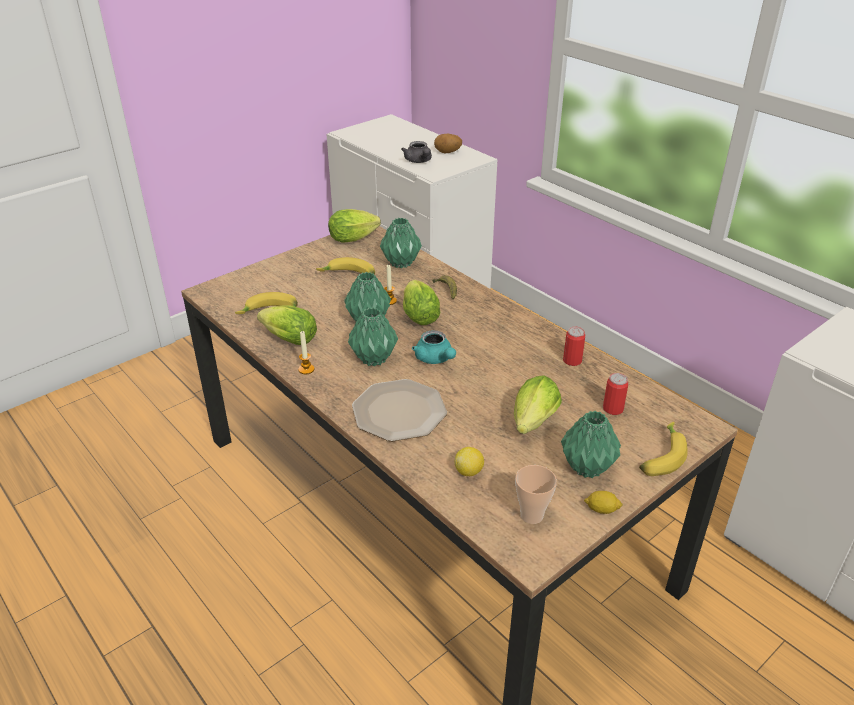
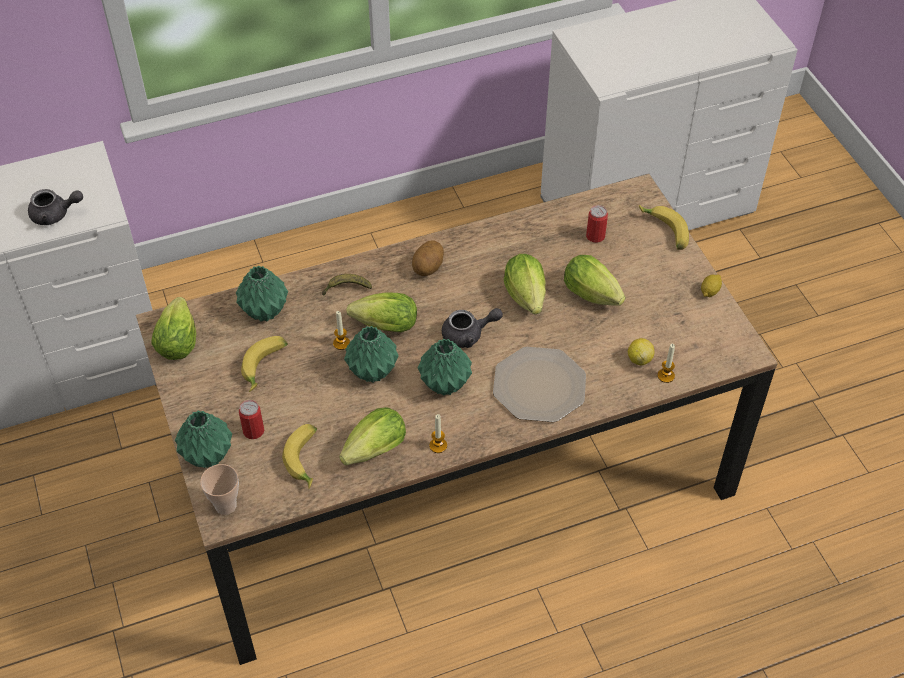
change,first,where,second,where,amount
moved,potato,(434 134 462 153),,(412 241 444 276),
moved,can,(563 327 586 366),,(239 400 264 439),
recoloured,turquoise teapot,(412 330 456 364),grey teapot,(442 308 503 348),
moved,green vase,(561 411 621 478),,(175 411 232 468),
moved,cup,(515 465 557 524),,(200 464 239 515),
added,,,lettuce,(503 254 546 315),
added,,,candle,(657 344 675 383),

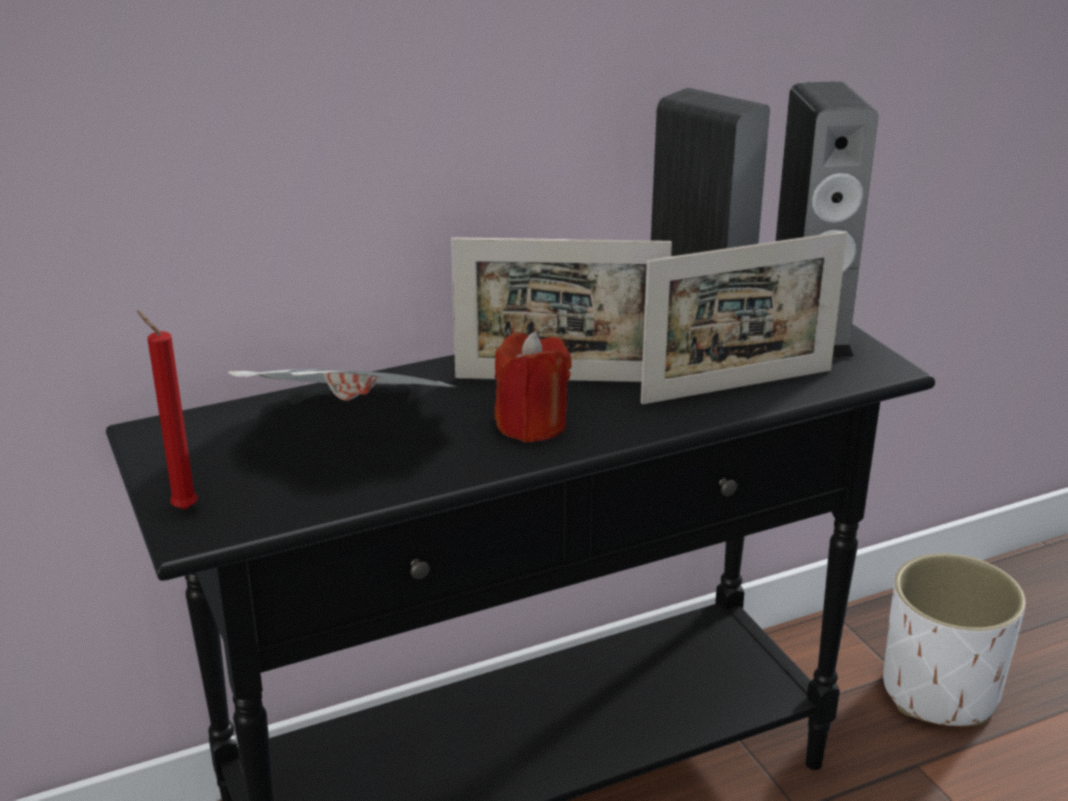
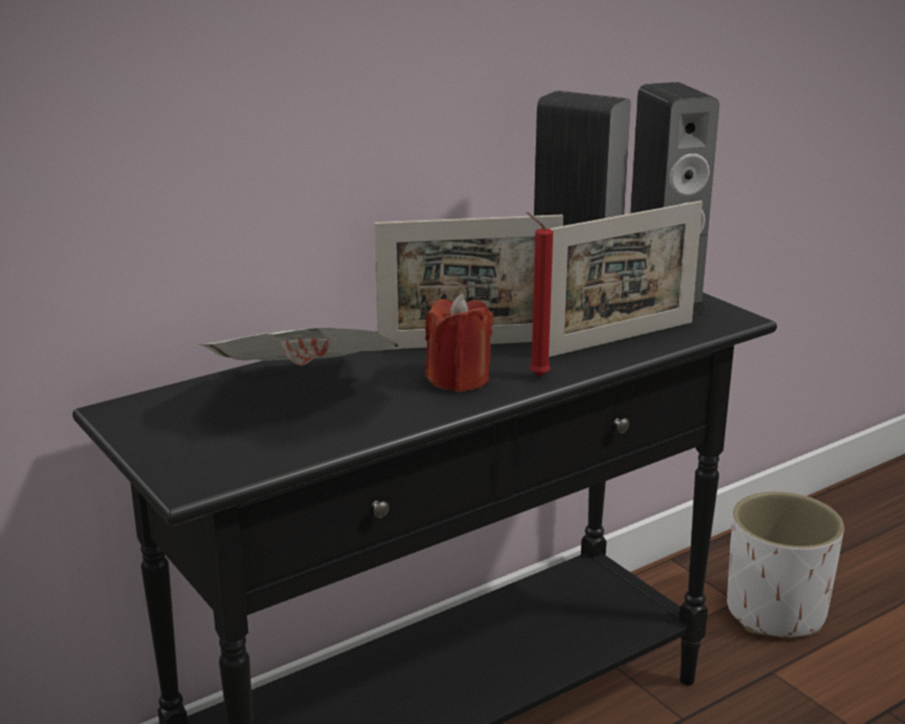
change,first,where,second,where,amount
moved,red candle,(137 310 198 510),,(526 212 553 377),

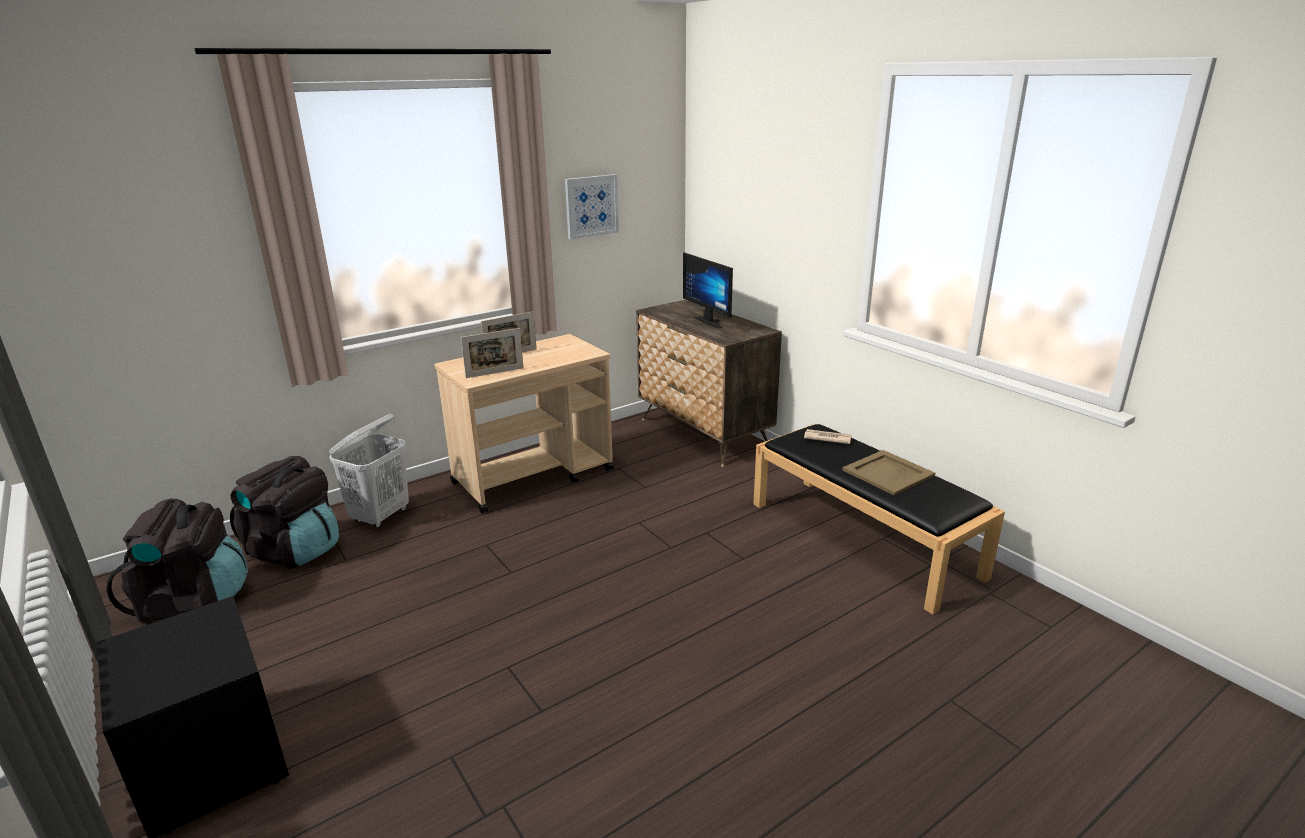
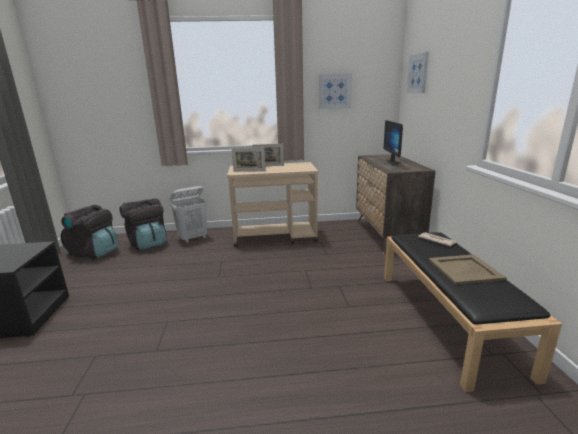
change,first,where,second,where,amount
added,,,picture,(407 52 429 93),

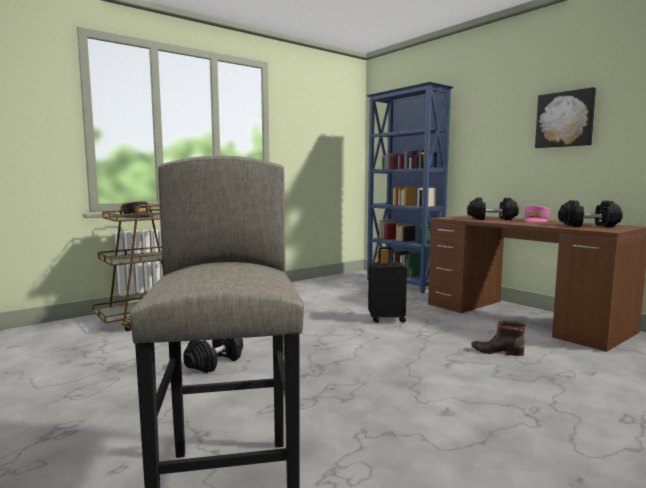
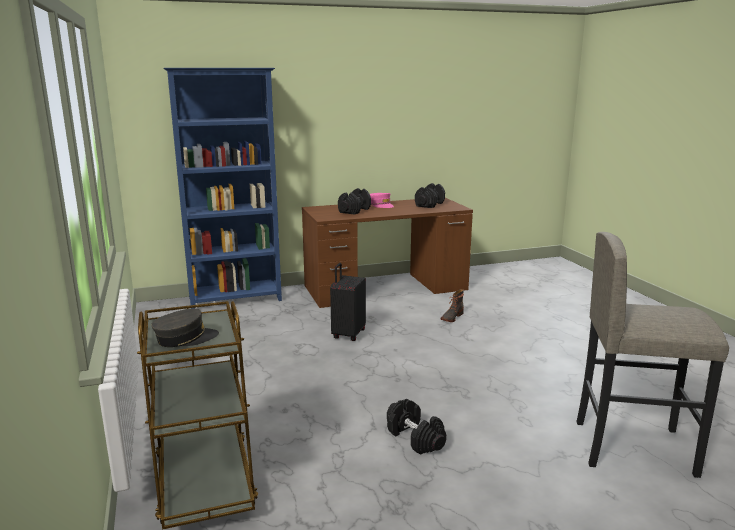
change,first,where,second,where,amount
removed,picture,(535 87 596 148),,,

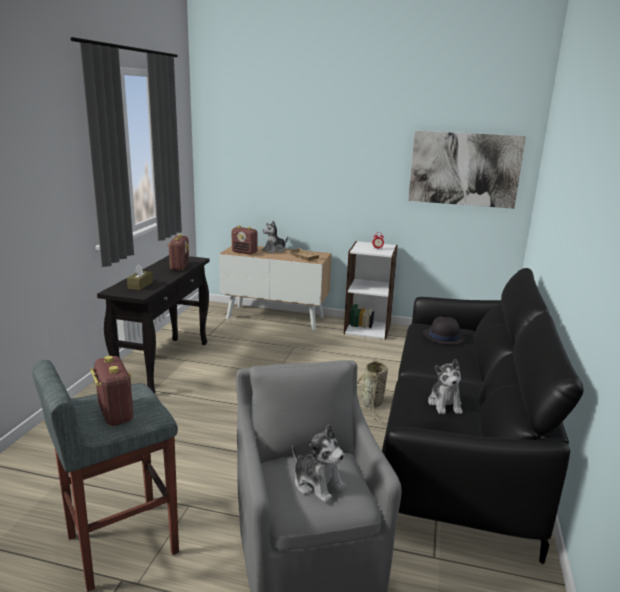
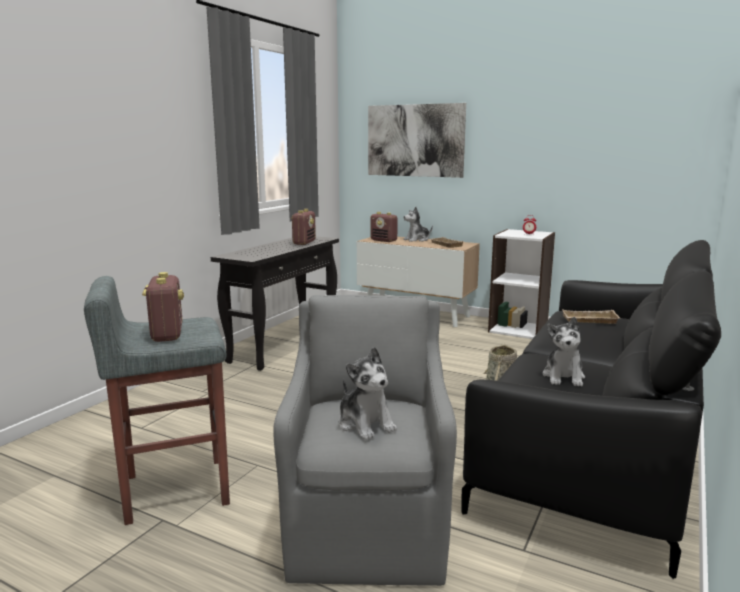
change,first,where,second,where,amount
moved,picture,(408 131 526 209),,(368 103 466 178),
removed,brown tissue box,(127 264 153 290),,,
replaced,black hat,(423 317 465 345),beige tray,(563 310 620 324),

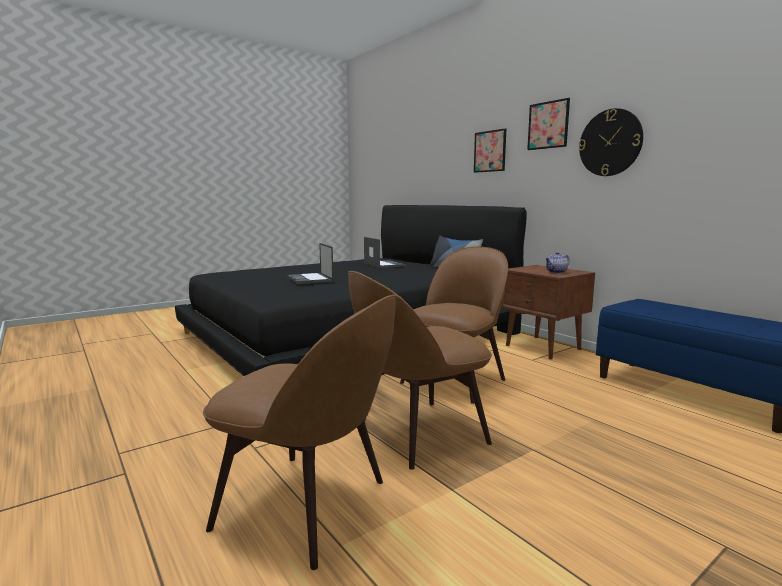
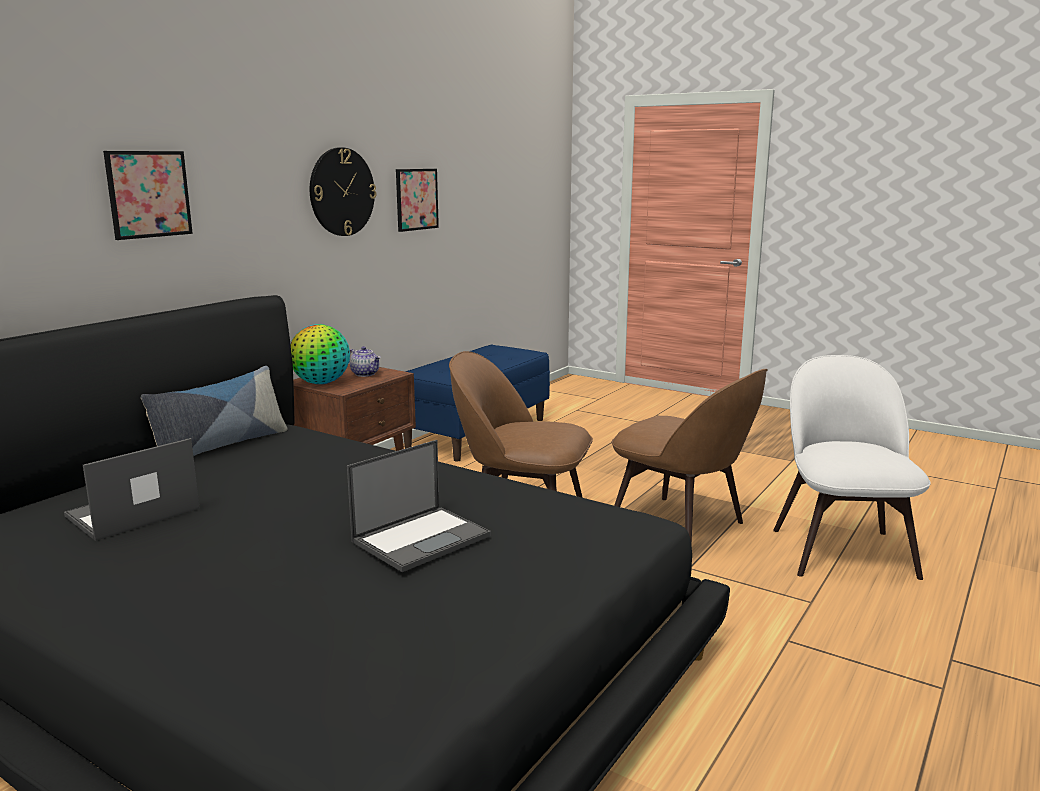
change,first,where,second,where,amount
moved,picture,(527 98 570 150),,(396 169 439 232),
recoloured,brown chair,(203 295 397 570),white chair,(773 355 931 580),
added,,,globe,(290 324 350 384),

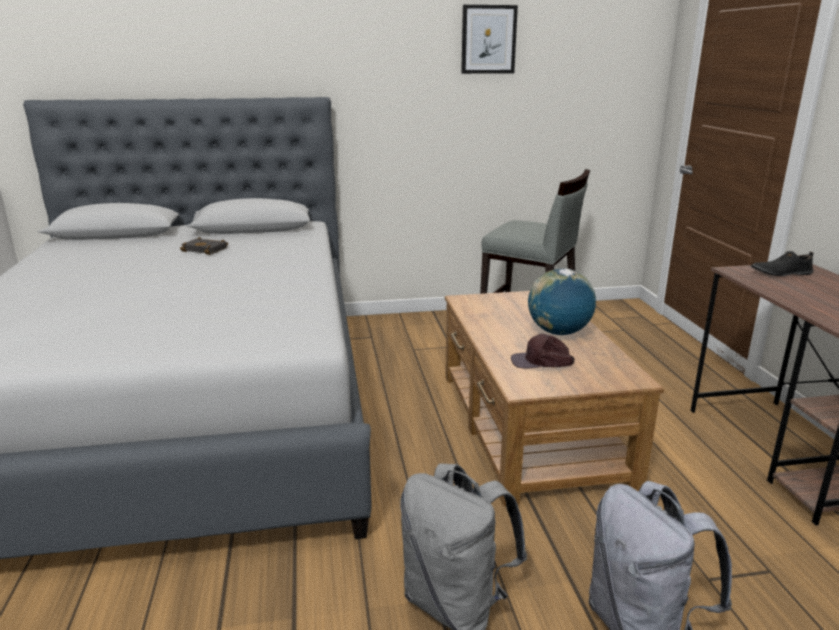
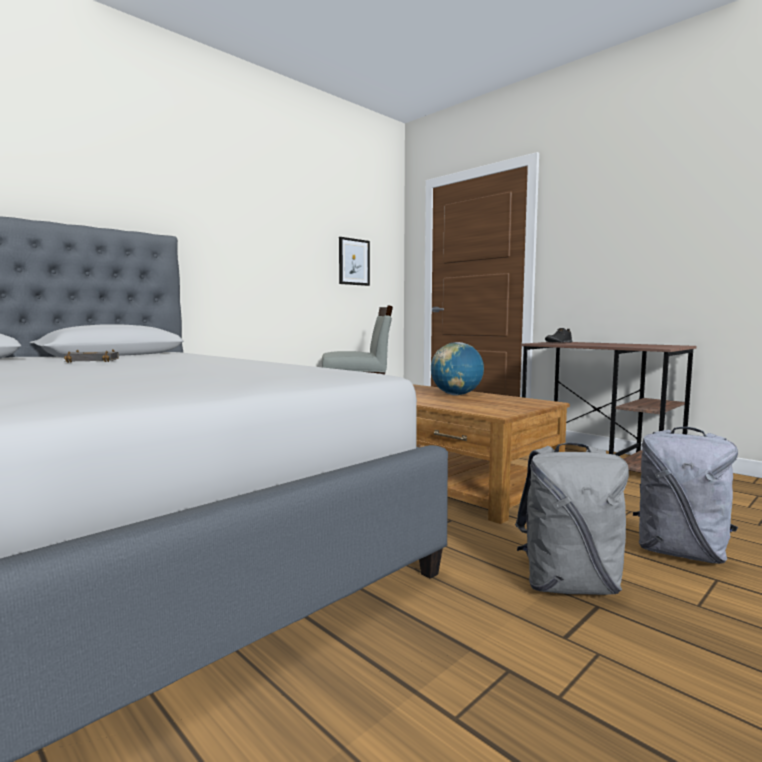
change,first,where,second,where,amount
moved,picture,(461 5 518 74),,(339 237 370 286),
removed,brown cap,(511 334 575 369),,,

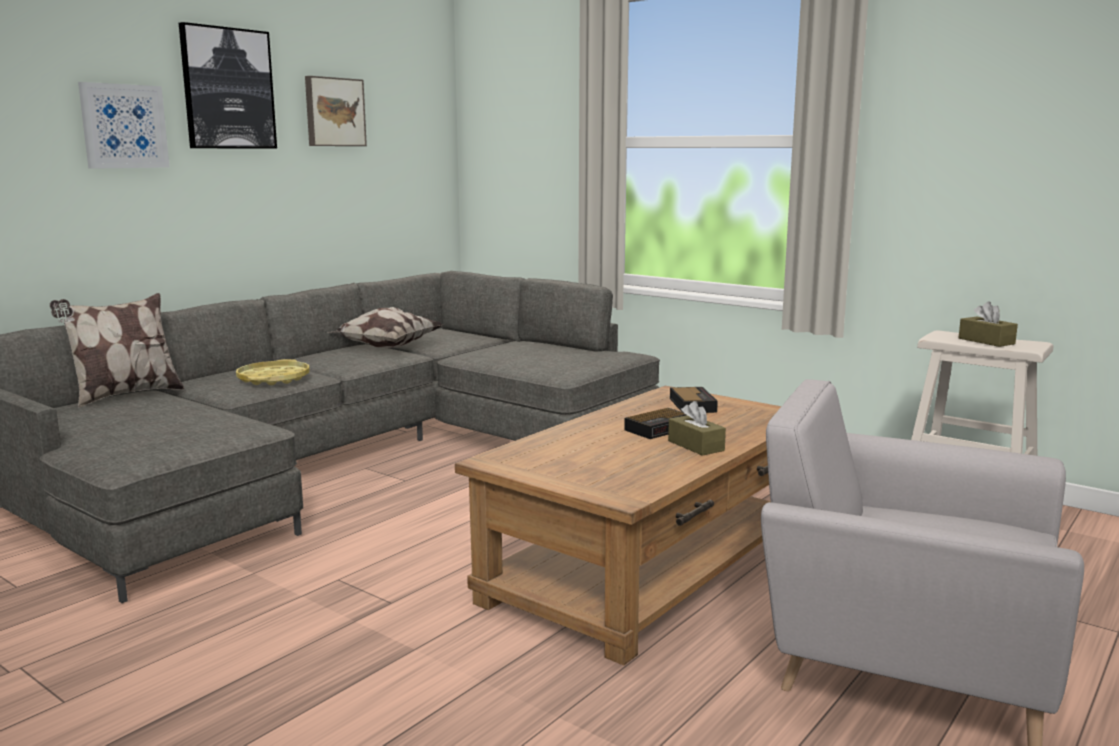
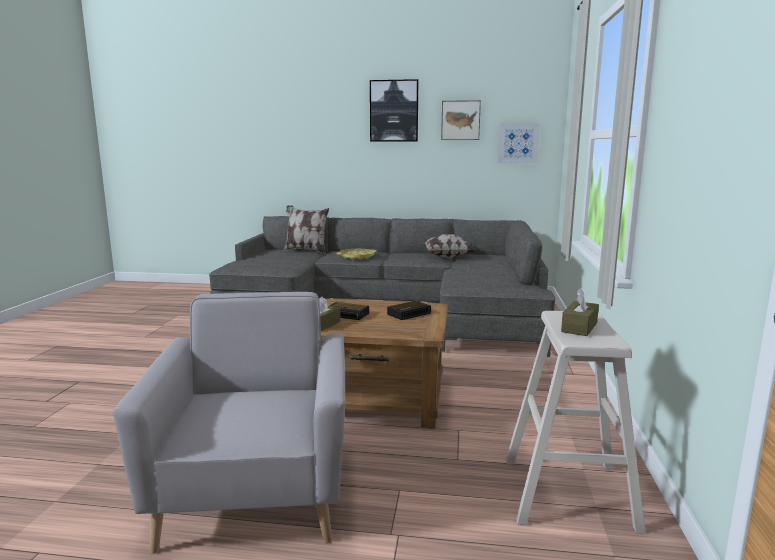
change,first,where,second,where,amount
moved,picture,(78 82 170 169),,(498 123 540 163),

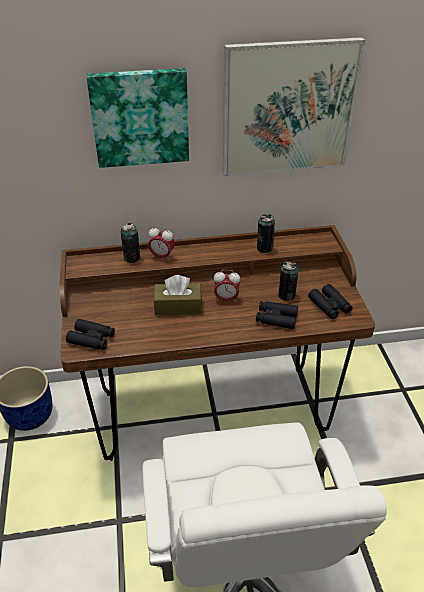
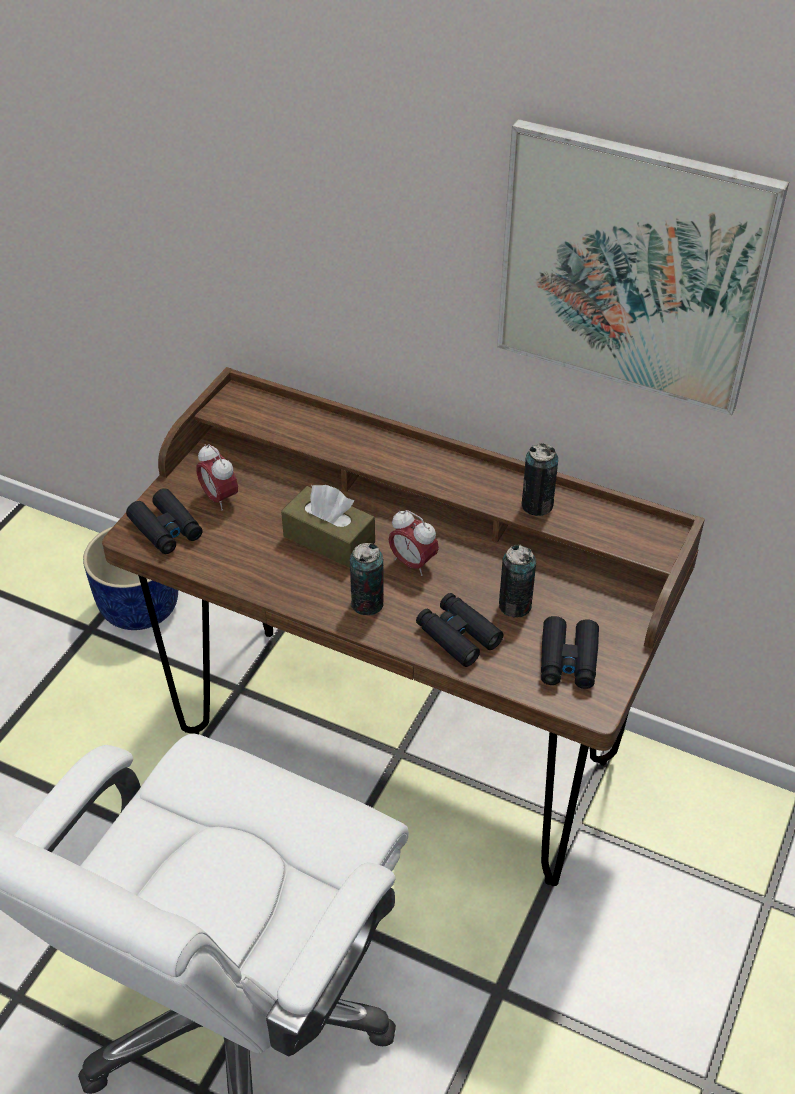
change,first,where,second,where,amount
removed,picture,(87 68 189 168),,,
moved,can,(121 223 140 263),,(350 543 384 615),
moved,alarm clock,(148 226 175 260),,(196 444 238 511),

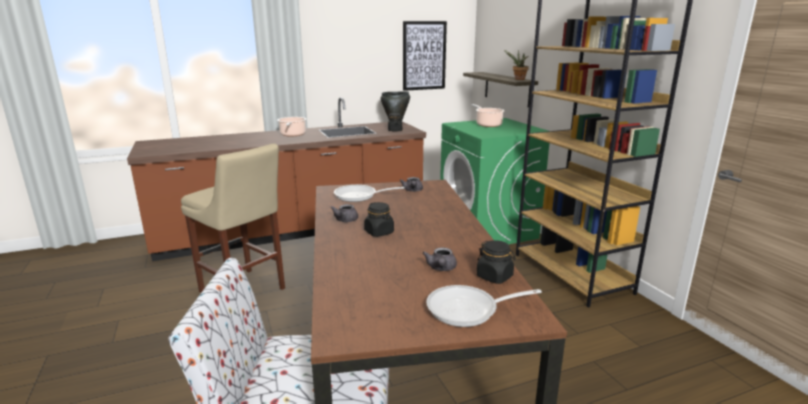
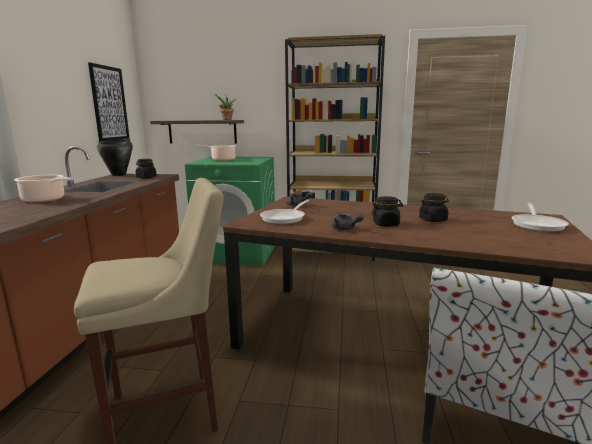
change,first,where,second,where,amount
moved,black jar,(477 240 516 284),,(419 193 449 222),
removed,grey teapot,(423 247 457 271),,,

